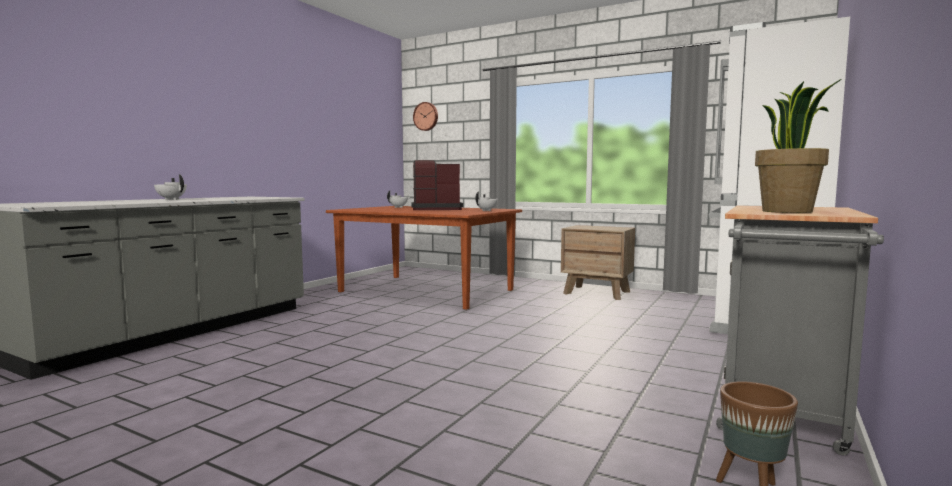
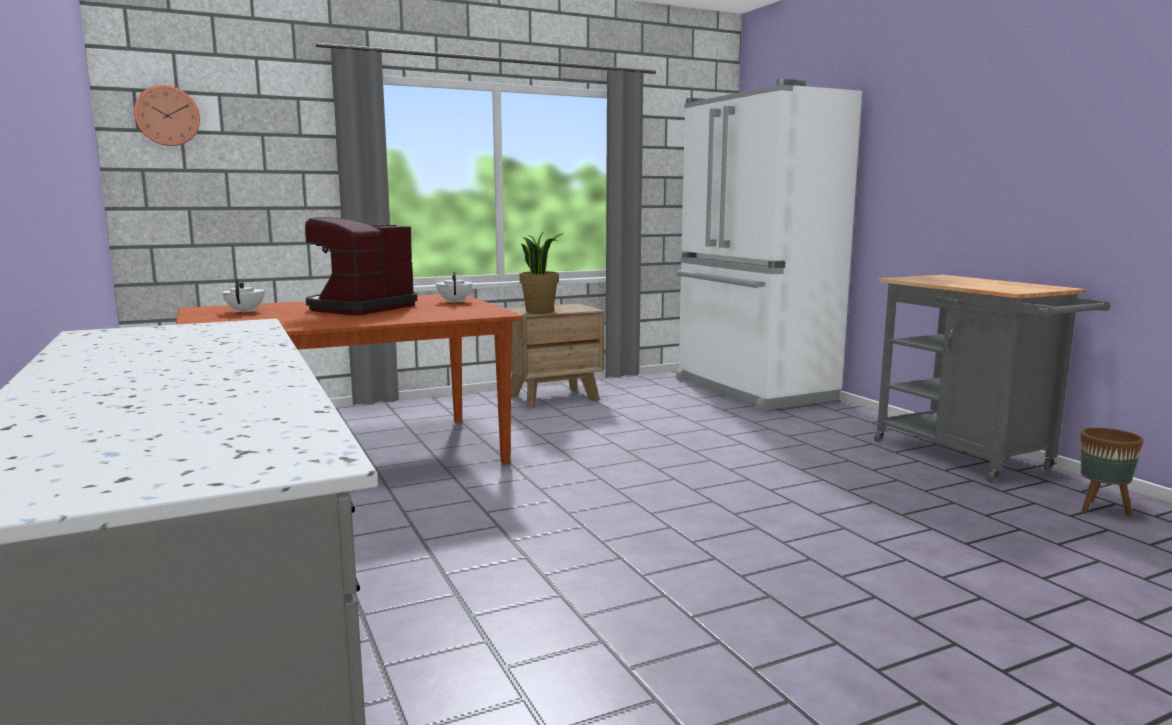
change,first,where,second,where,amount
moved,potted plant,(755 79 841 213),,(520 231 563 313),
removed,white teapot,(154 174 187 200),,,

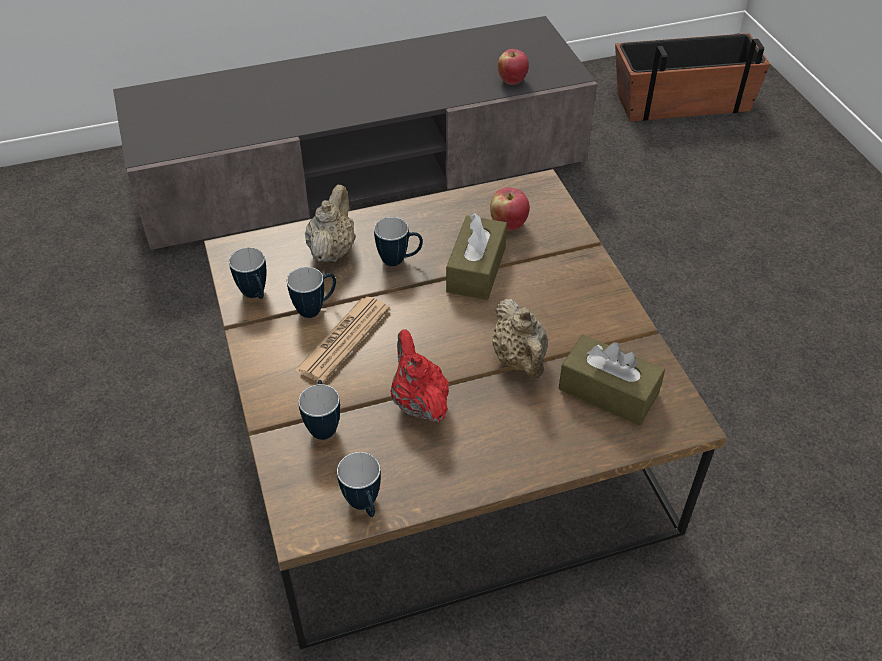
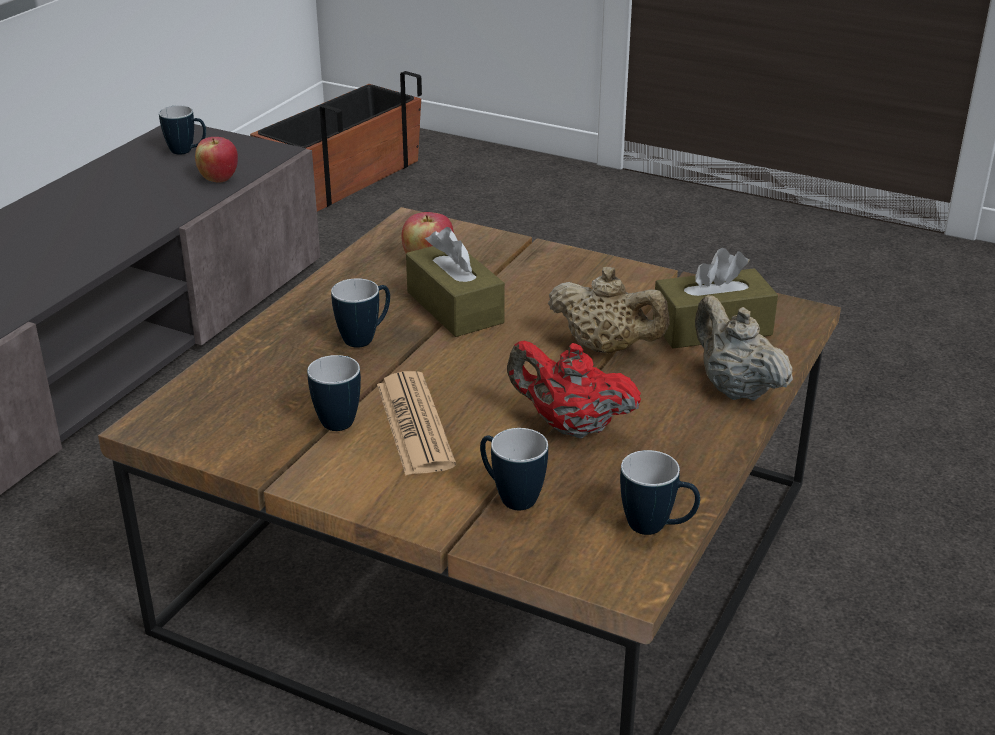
change,first,where,second,where,amount
moved,beige teapot,(305 185 356 262),,(695 295 793 401),
moved,mug,(229 247 266 299),,(159 105 206 155),

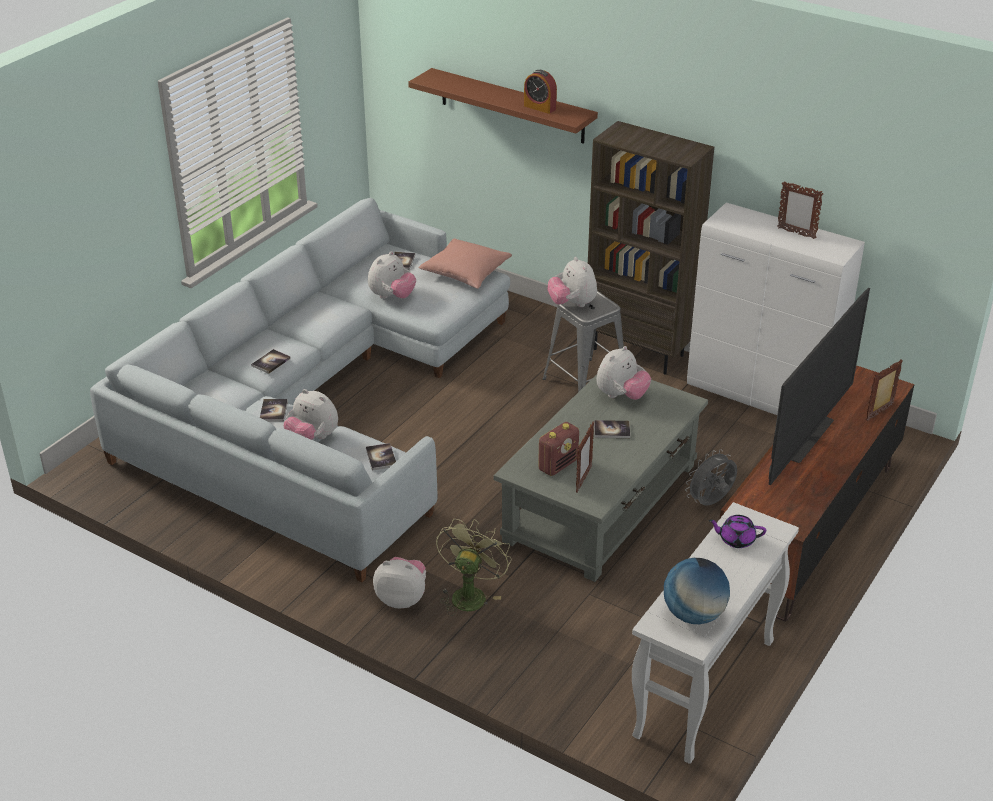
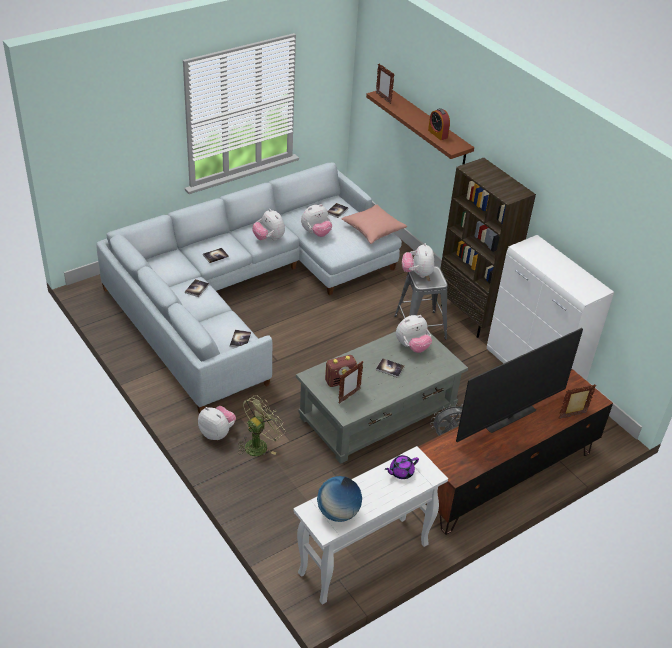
change,first,where,second,where,amount
moved,picture frame,(777 181 823 239),,(376 63 394 104),
moved,plush toy,(284 389 338 440),,(252 209 285 241),
turned,purple teapot,(709 515 766 548),,(385 455 419 479),60 degrees counterclockwise

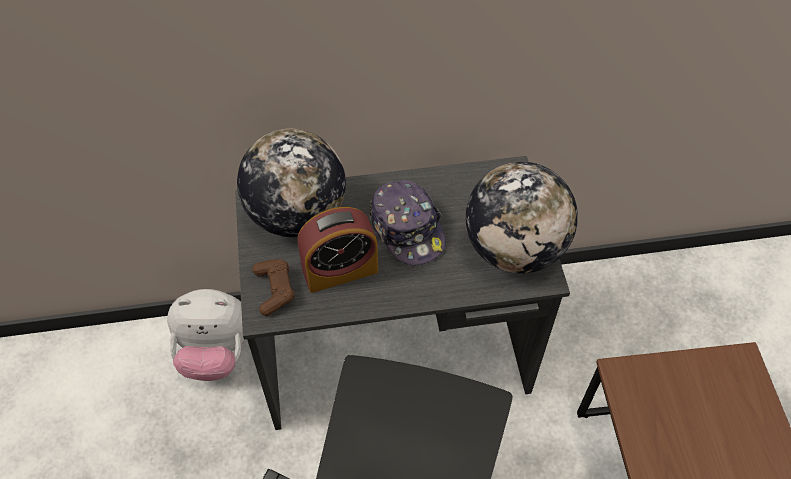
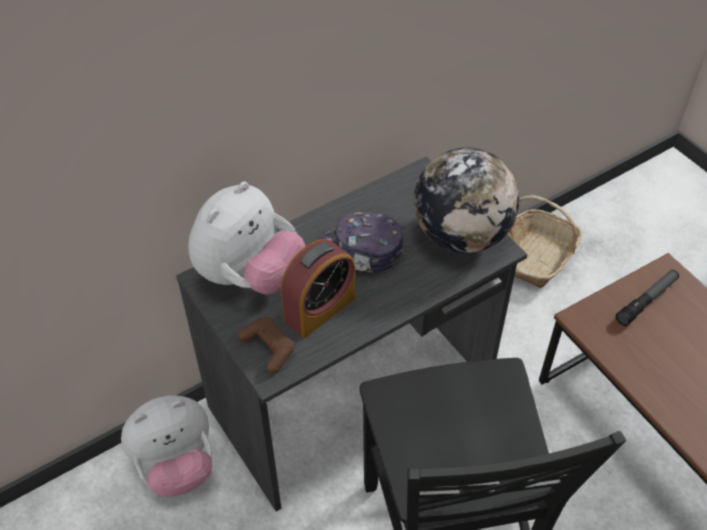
change,first,where,second,where,amount
replaced,globe,(237 129 346 237),plush toy,(188 182 305 294),
turned,cap,(369 180 446 265),,(317 212 404 273),150 degrees clockwise
added,,,basket,(507 195 582 288),
added,,,flashlight,(616 270 679 326),

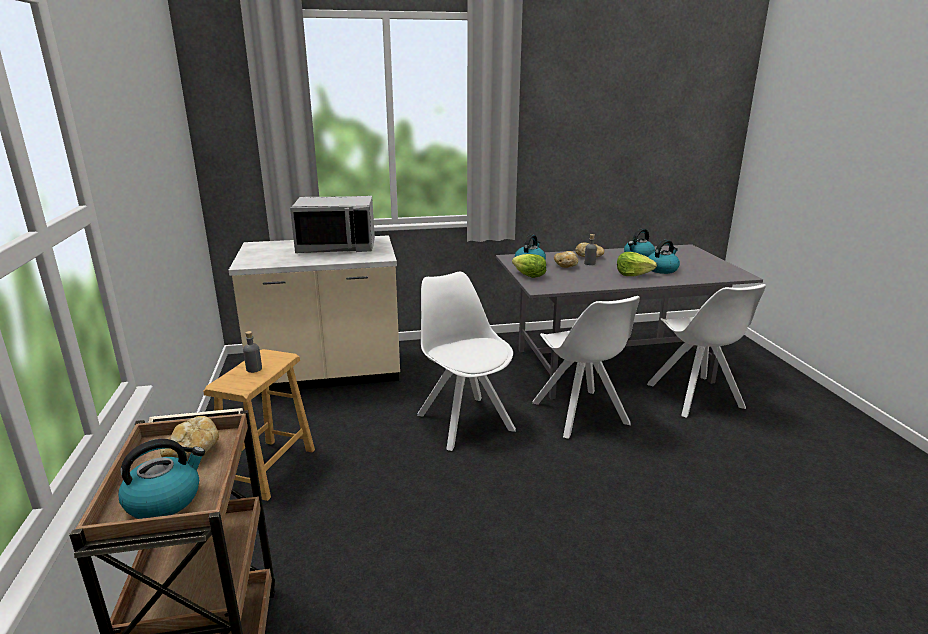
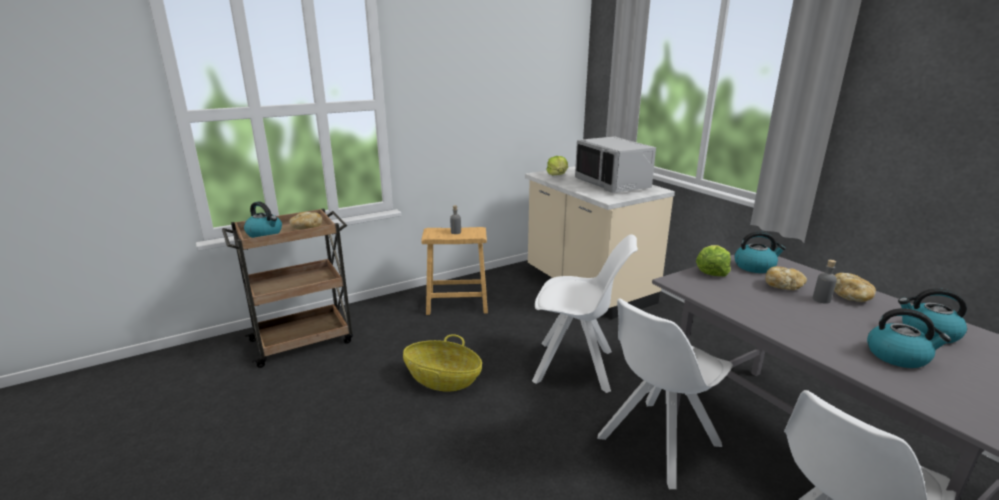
change,first,where,second,where,amount
moved,lettuce,(617 252 657 276),,(546 156 568 175),
turned,white chair,(417 272 516 451),,(532 234 638 393),60 degrees clockwise
added,,,basket,(403 334 482 392),

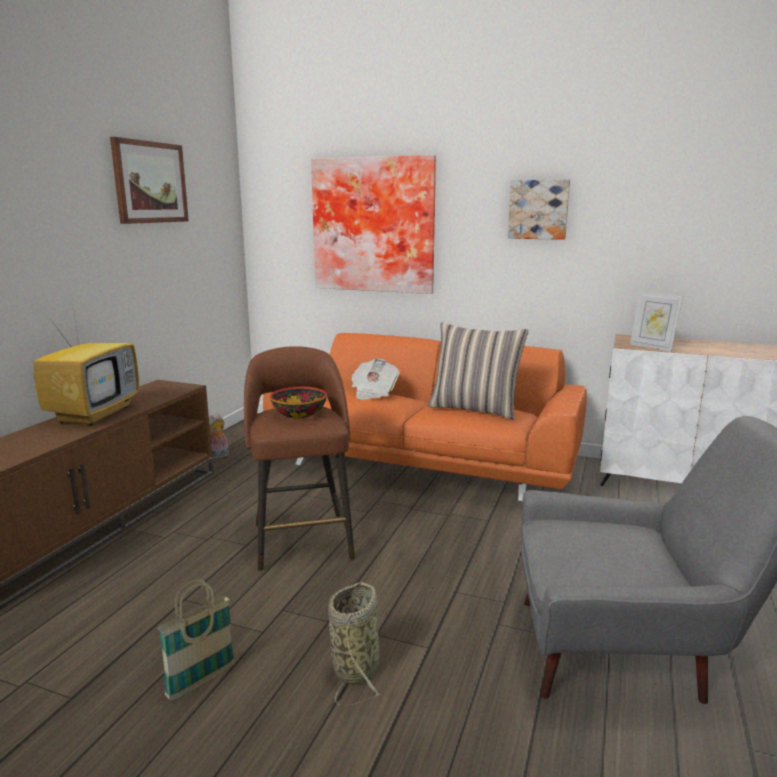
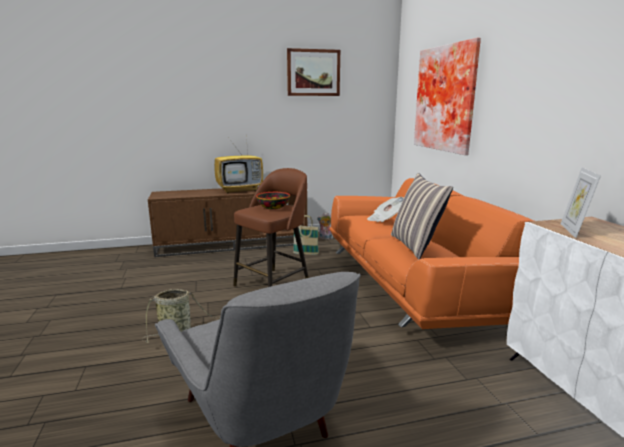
change,first,where,second,where,amount
removed,picture,(508 179 570 240),,,
moved,basket,(158 579 235 701),,(293 215 319 255),

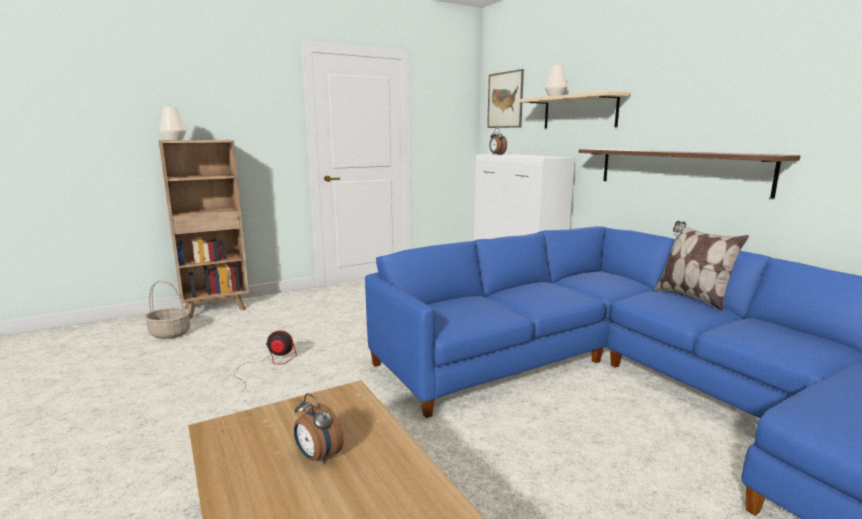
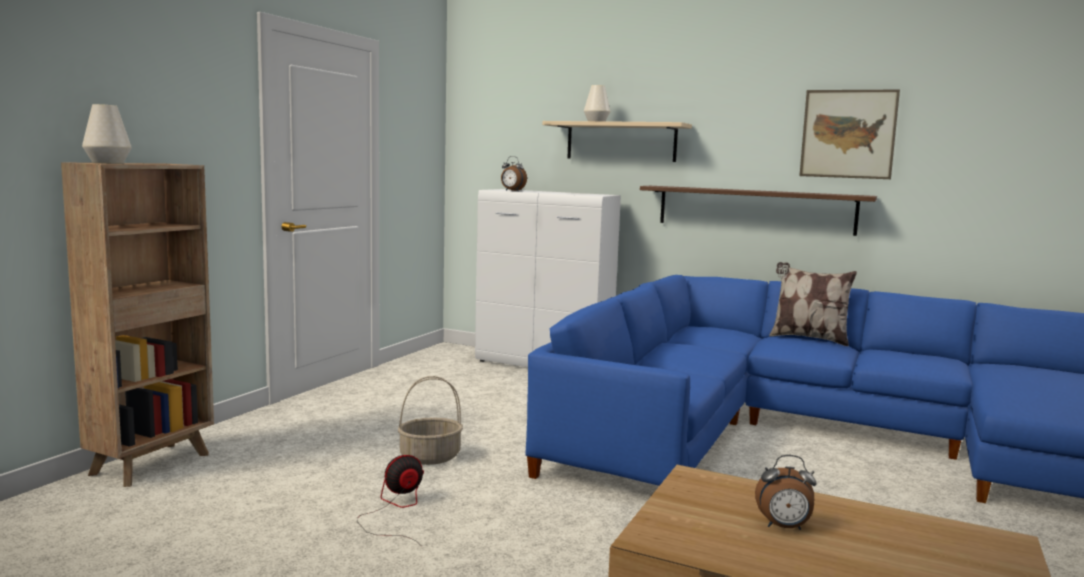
change,first,where,second,where,amount
moved,picture,(487 69 524 128),,(799 90 900 179),
moved,basket,(144 280 190 339),,(398 376 463 465),

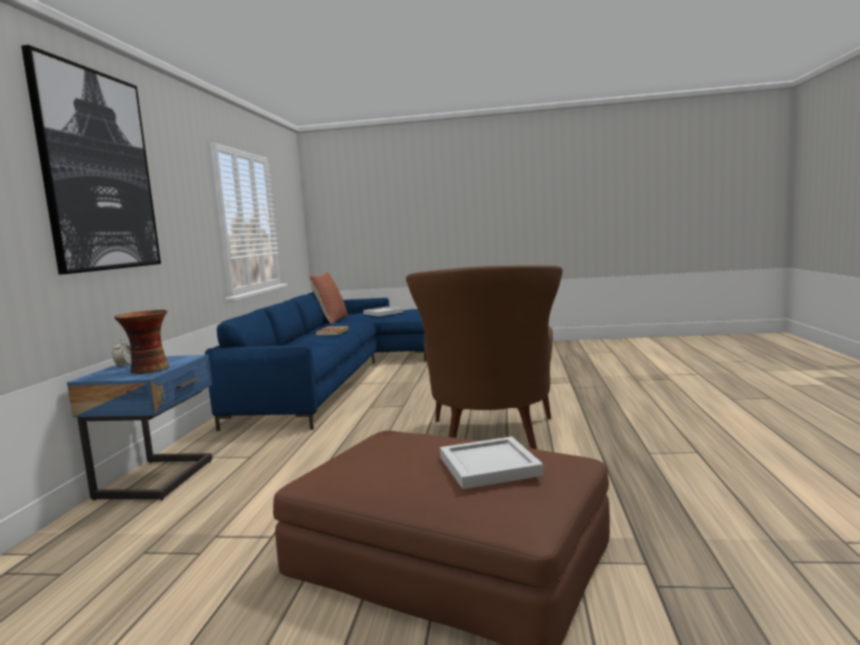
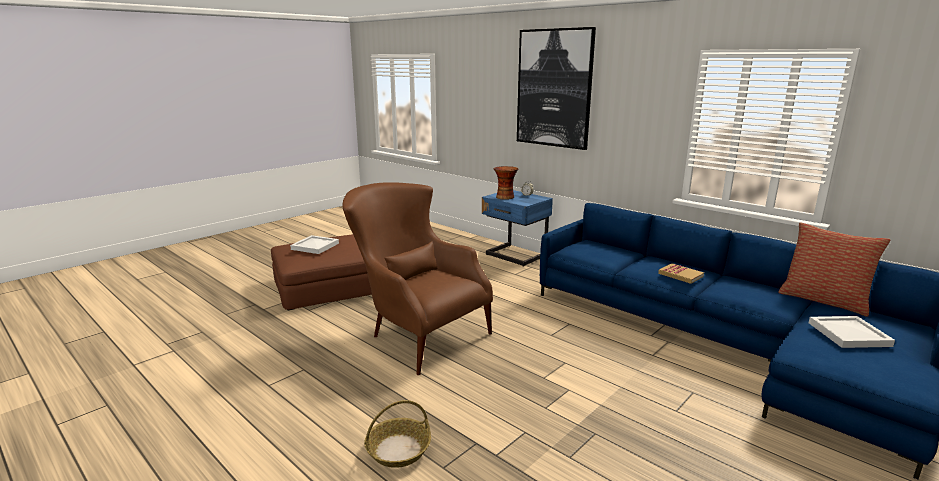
change,first,where,second,where,amount
added,,,basket,(364 400 431 468),

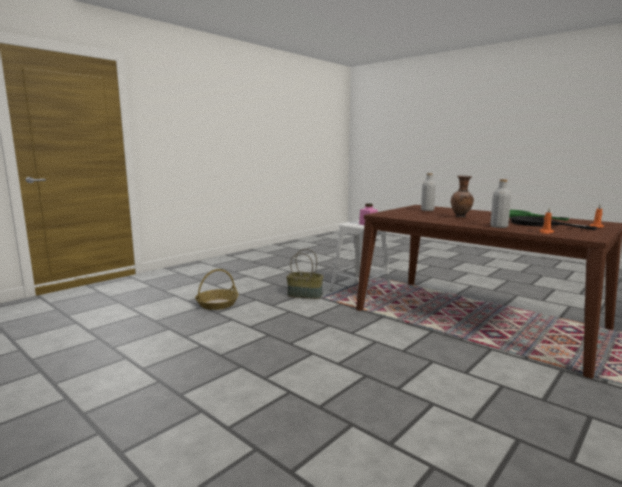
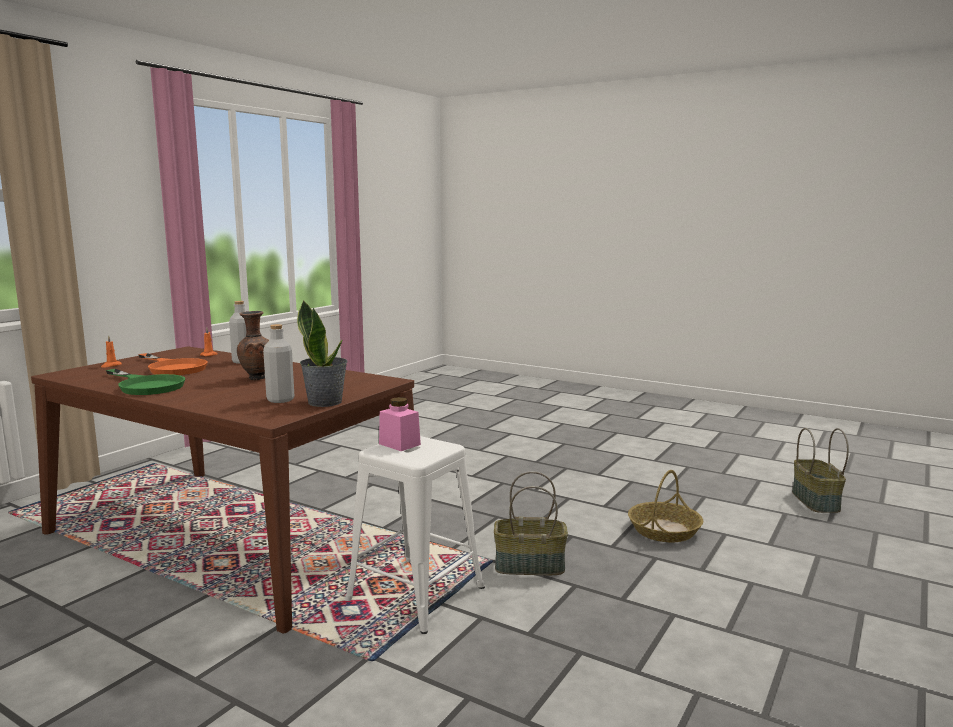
change,first,where,second,where,amount
recoloured,black frying pan,(510 216 597 230),orange frying pan,(138 353 208 375),
added,,,potted plant,(297 300 348 407),
added,,,basket,(792 428 849 513),

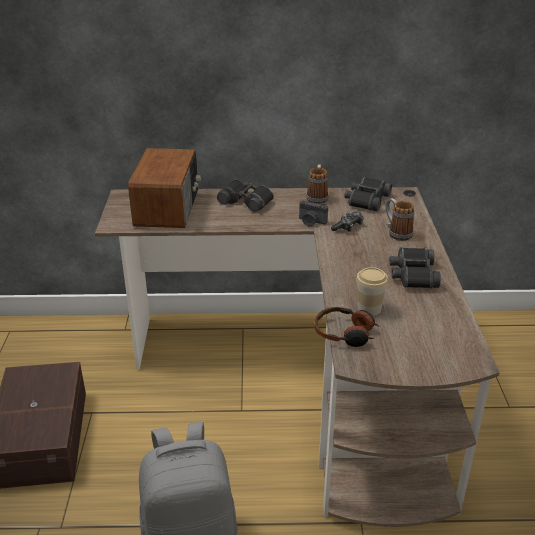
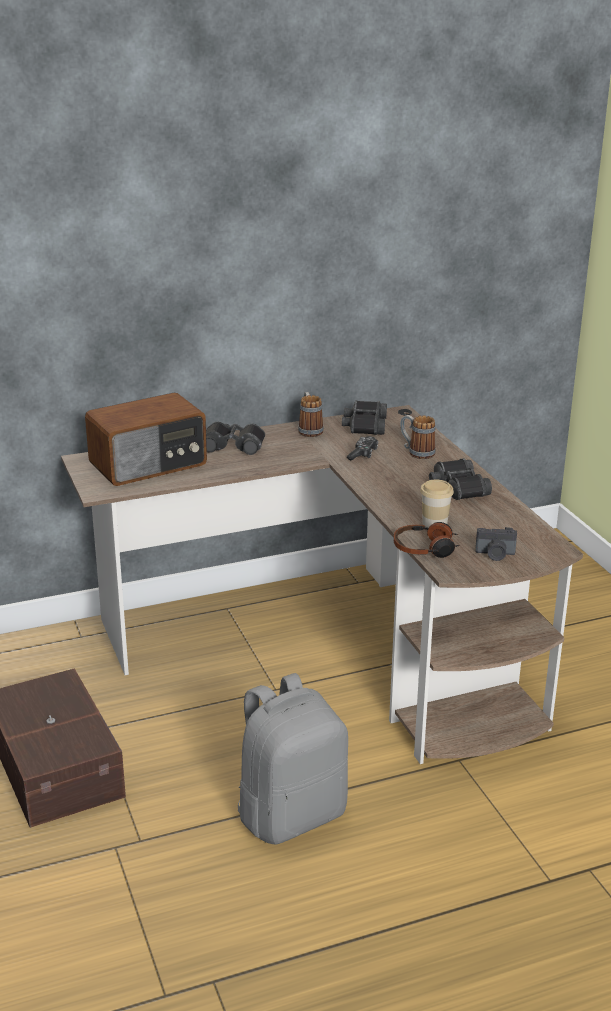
change,first,where,second,where,amount
turned,radio,(128 148 201 228),,(85 393 207 486),75 degrees clockwise
moved,photo camera,(299 201 328 226),,(475 527 517 561),

